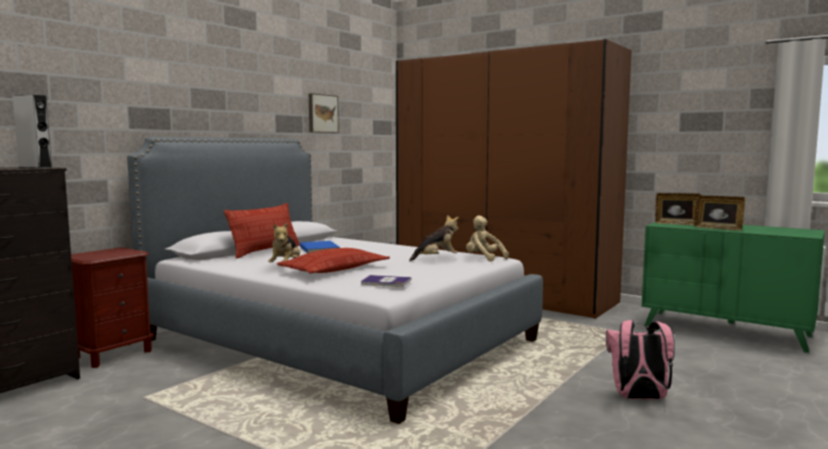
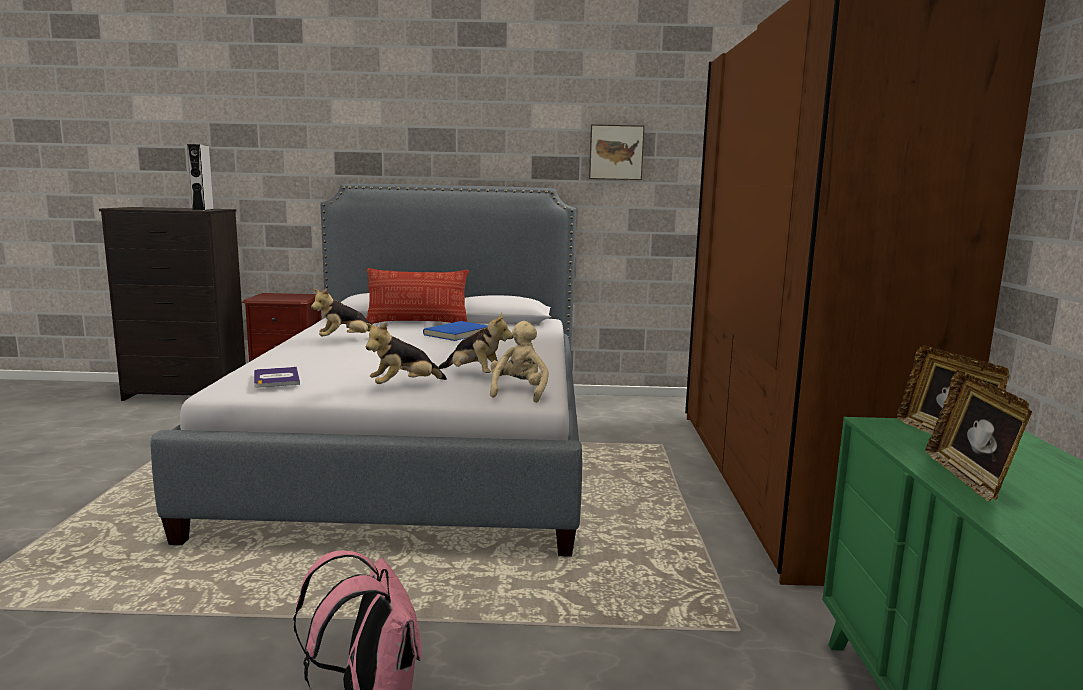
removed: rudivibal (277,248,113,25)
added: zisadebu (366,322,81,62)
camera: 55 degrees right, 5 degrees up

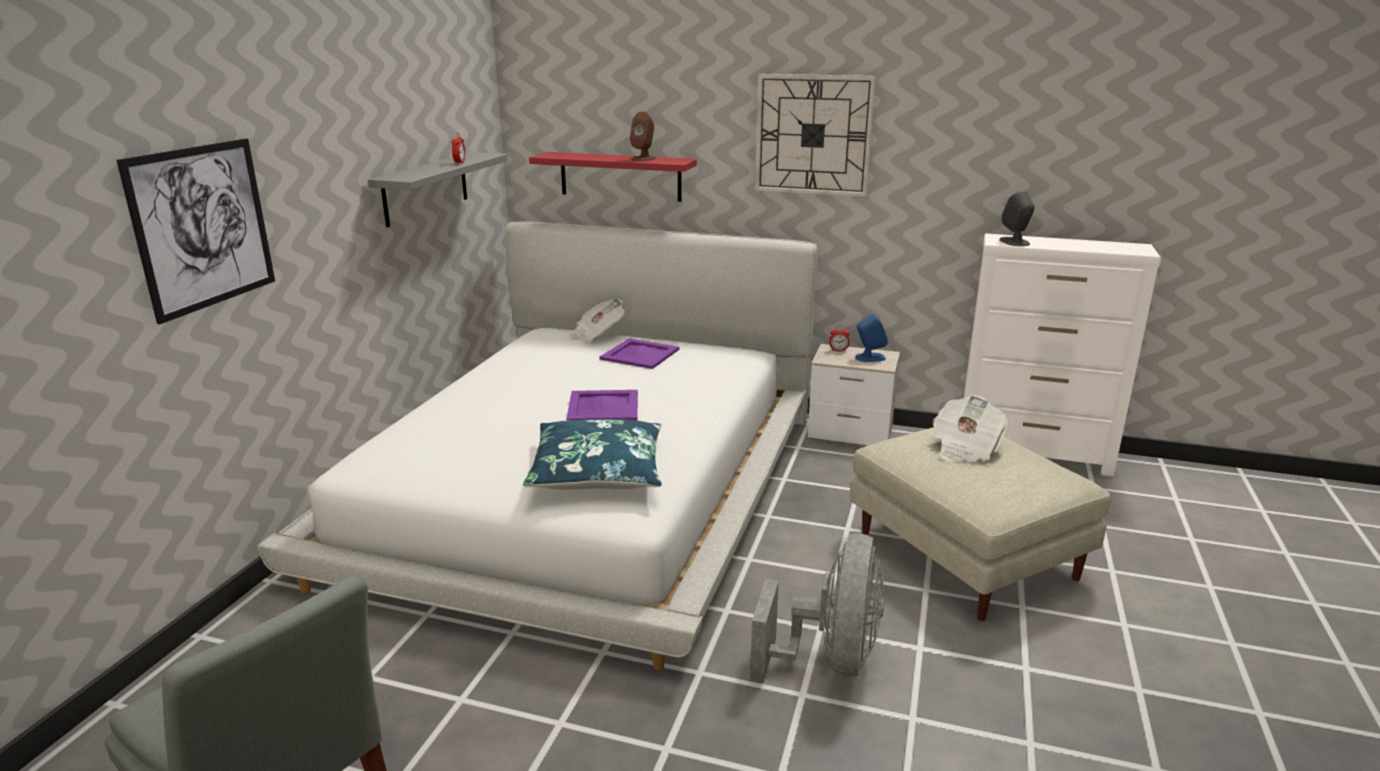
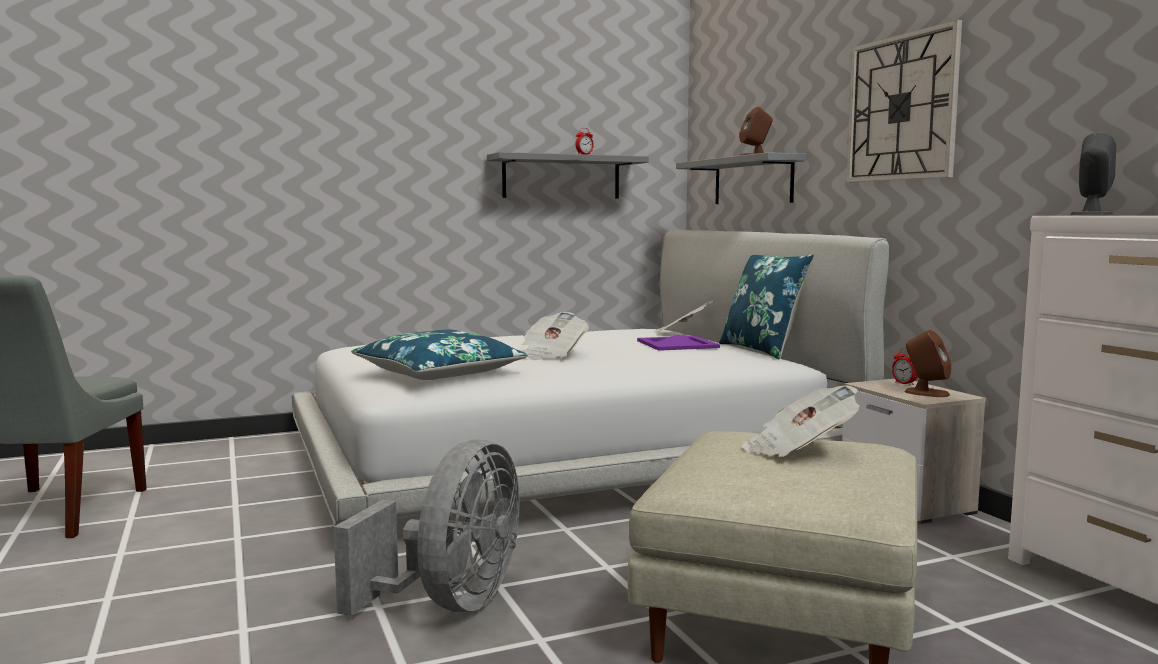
removed: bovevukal (116,138,159,186)
added: blue rudivibal (719,254,95,105)
replaced: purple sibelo (566,390,72,31) to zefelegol (522,312,67,48)
recoloured: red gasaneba (529,152,168,50) to grey gasaneba (676,152,130,52); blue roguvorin (855,314,33,48) to brown roguvorin (905,330,46,67)
turned: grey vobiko (750,533,135,150) = (334,440,186,176) 45 degrees counterclockwise
camera: 50 degrees right, 15 degrees down

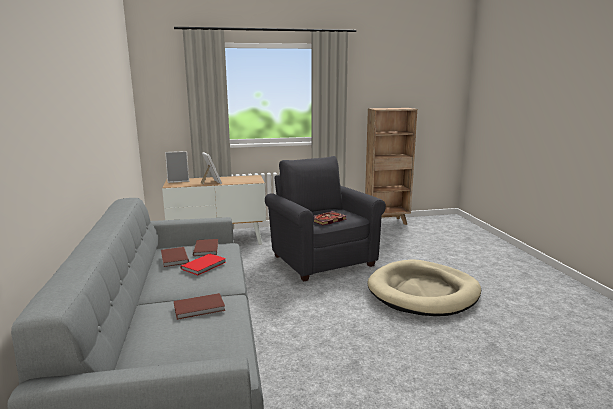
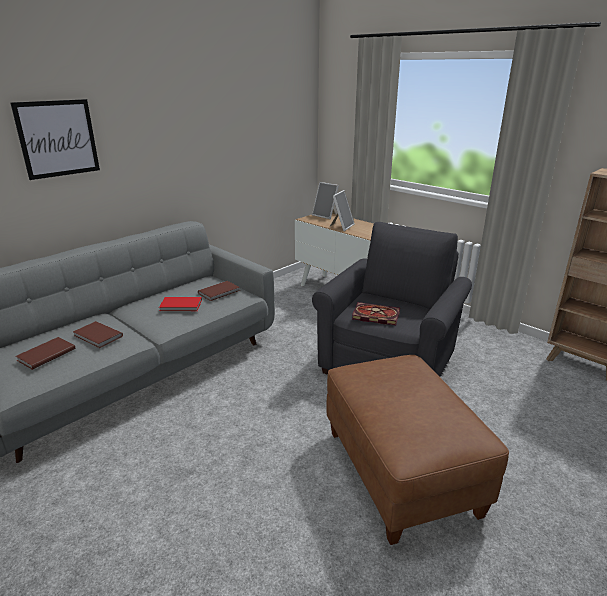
added: bovevukal (11,99,89,81)
moved: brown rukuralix (161,247,28,20) to (16,337,60,33)
replaced: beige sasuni (367,259,114,57) to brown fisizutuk (327,355,182,190)
camera: 55 degrees right, 10 degrees up

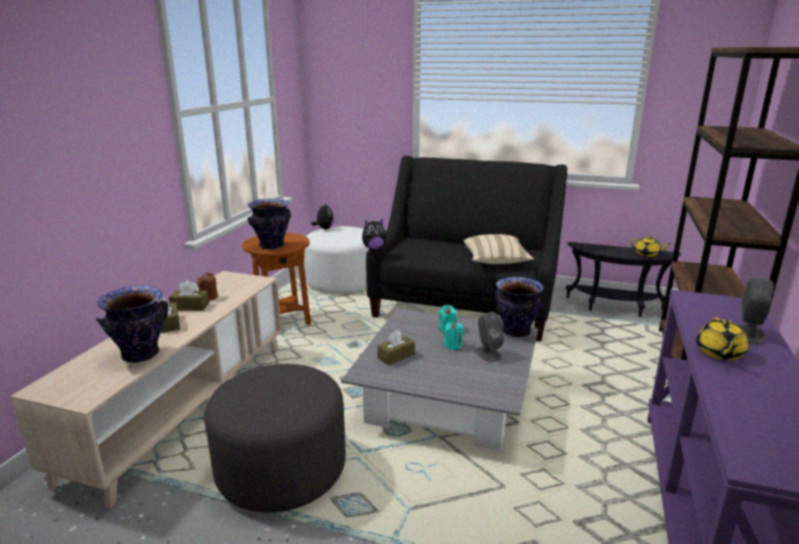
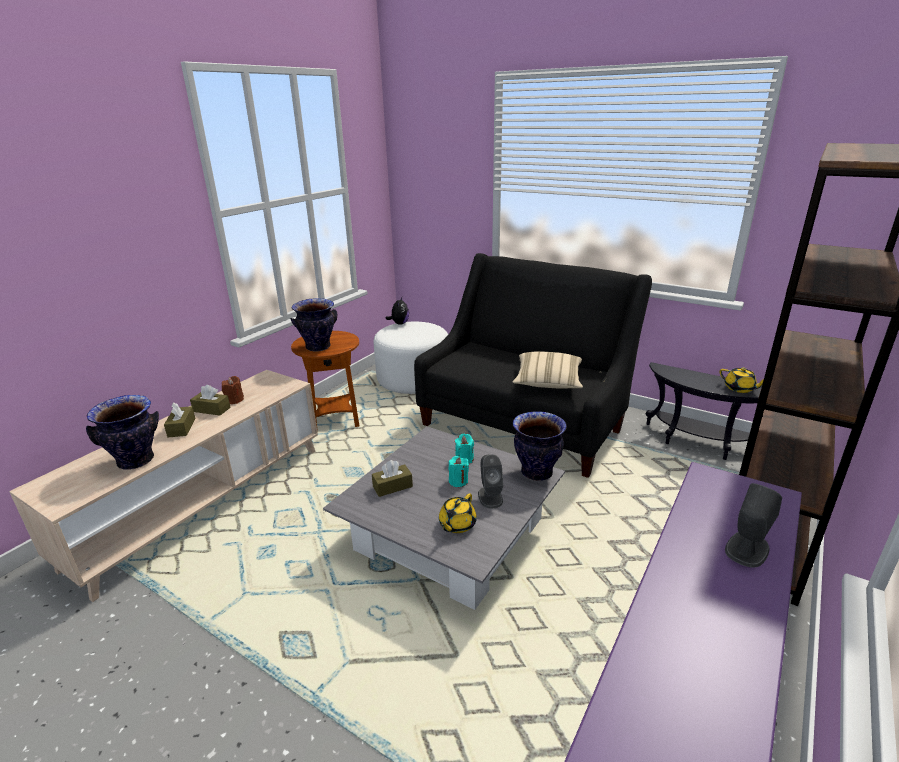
removed: grey fisizutuk (205,364,141,149); zisadebu (362,219,24,31)
moved: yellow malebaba (696,318,52,43) to (439,493,38,40)
camera: 15 degrees right, 5 degrees up

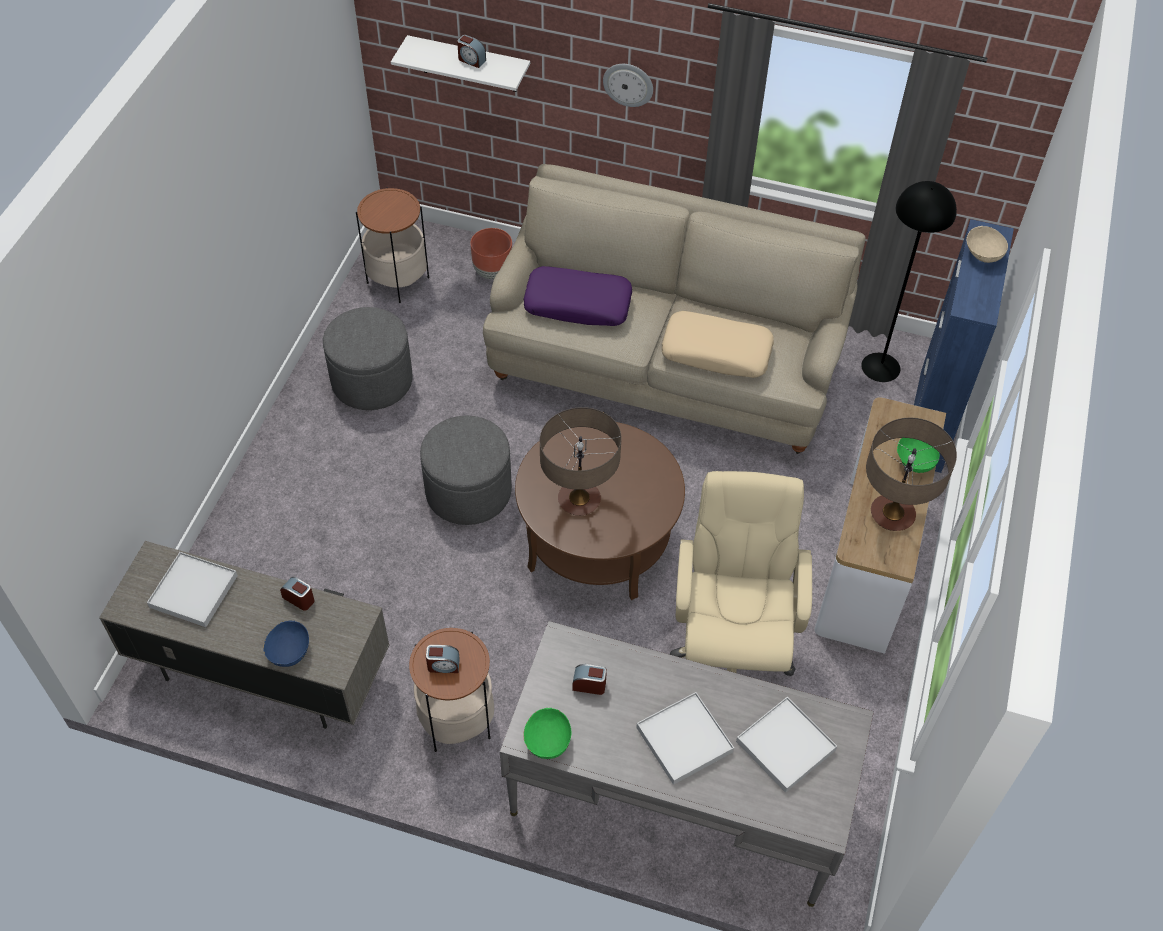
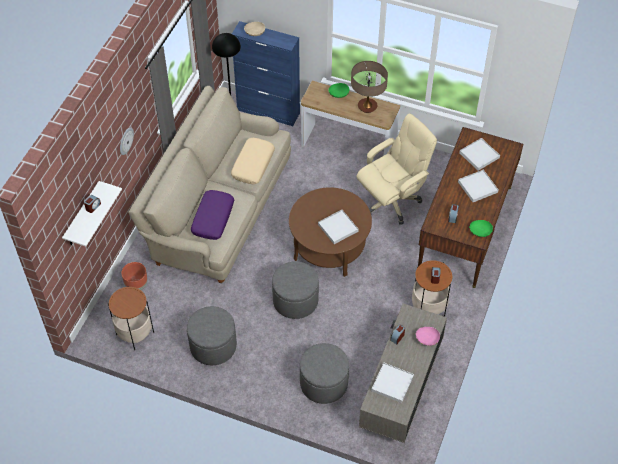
added: grey fisizutuk (300,343,49,61)
replaced: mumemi (540,407,81,109) to white sibelo (318,210,40,34)
recoloured: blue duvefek (263,620,46,47) to pink duvefek (416,327,24,19); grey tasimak (500,621,374,286) to brown tasimak (418,127,105,161)
turned: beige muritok (670,471,142,205) = (356,113,81,112) 135 degrees clockwise
camera: 85 degrees left, 0 degrees up

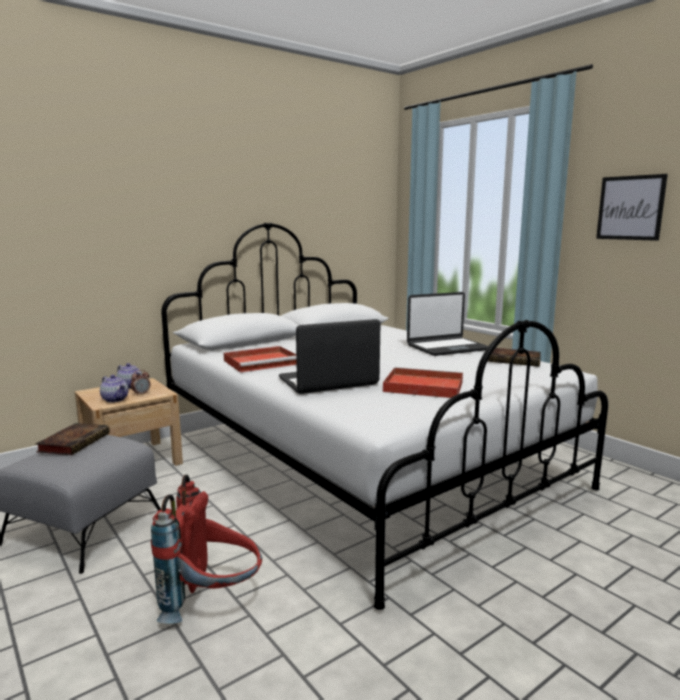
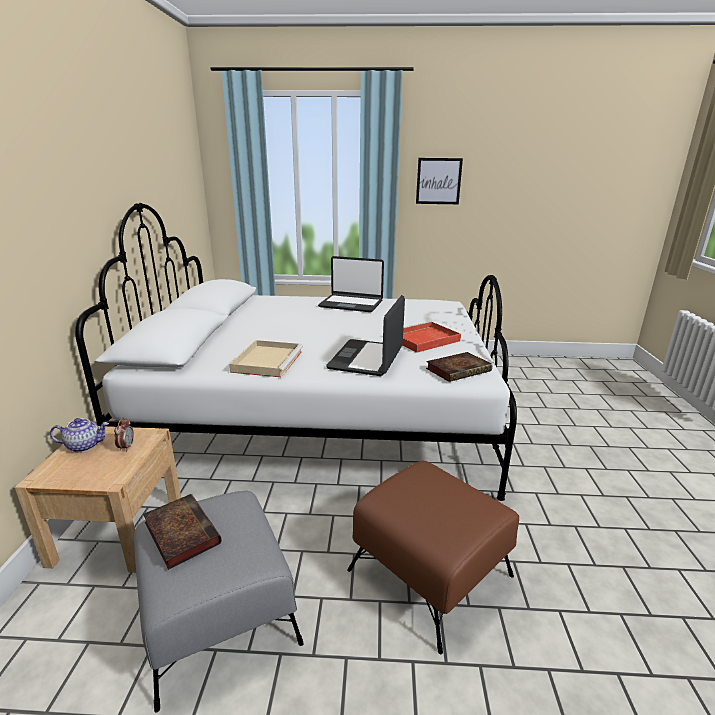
removed: malebaba (100,375,28,27)
moved: rukuralix (488,348,53,19) to (426,352,66,30)
replaced: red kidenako (151,474,111,150) to brown fisizutuk (347,461,172,193)
recoloured: red sibelo (224,346,73,26) to beige sibelo (229,340,74,37)
turned: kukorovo (407,292,81,64) = (318,256,66,56) 90 degrees clockwise
camera: 50 degrees left, 10 degrees up

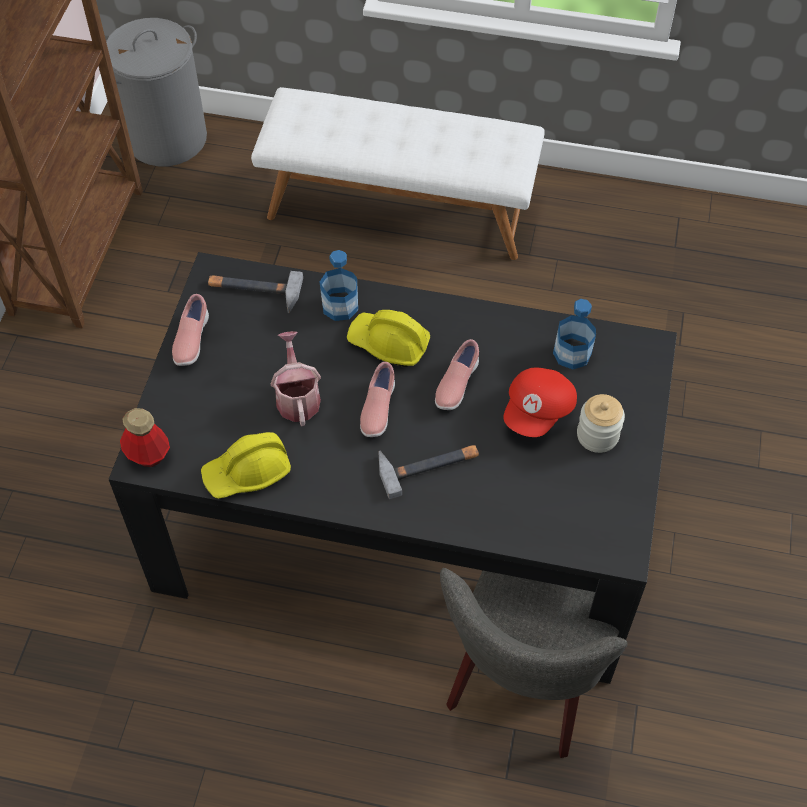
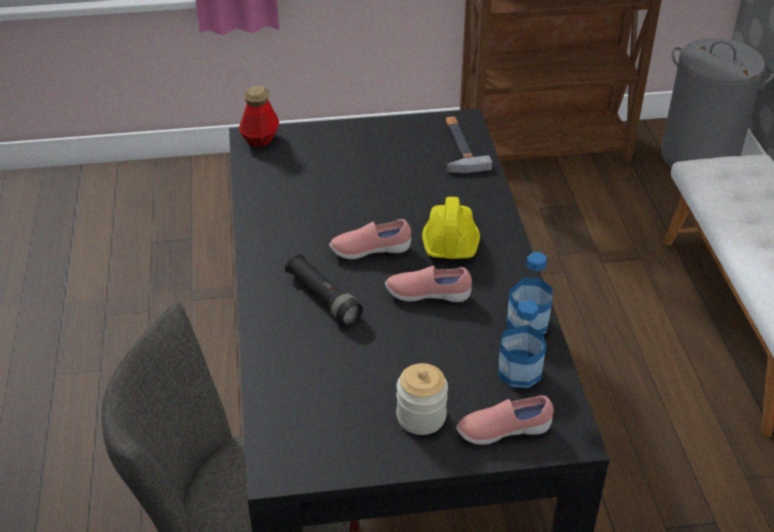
removed: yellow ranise (201,432,90,67); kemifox (271,331,50,95); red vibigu (503,367,74,70)
moved: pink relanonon (172,294,37,72) to (456,395,98,50); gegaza (320,250,38,71) to (506,252,46,82)
replaced: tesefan (379,445,100,54) to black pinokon (285,254,78,72)
camera: 70 degrees right, 15 degrees down

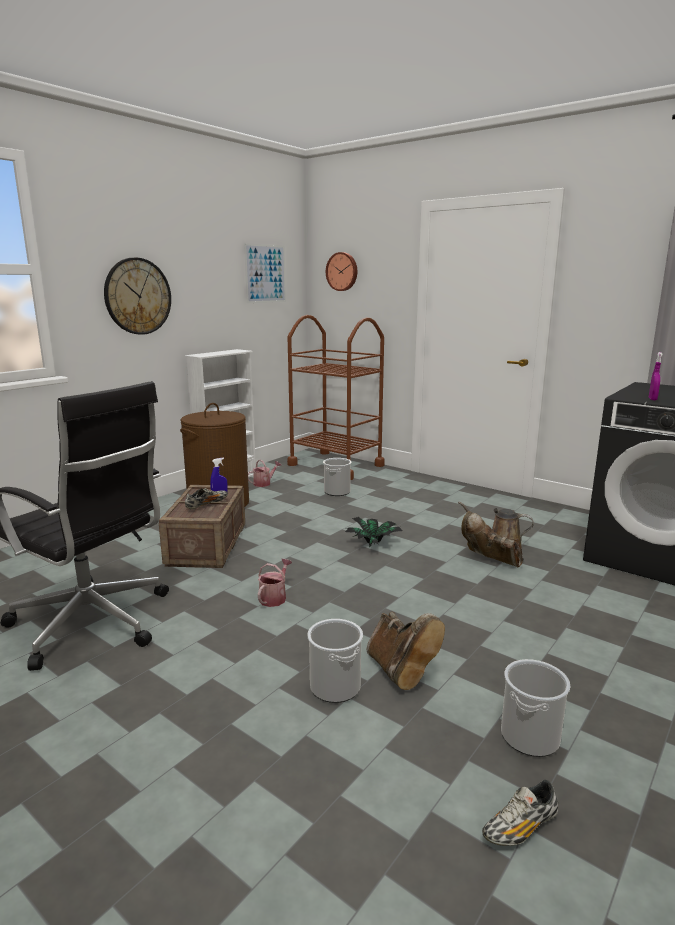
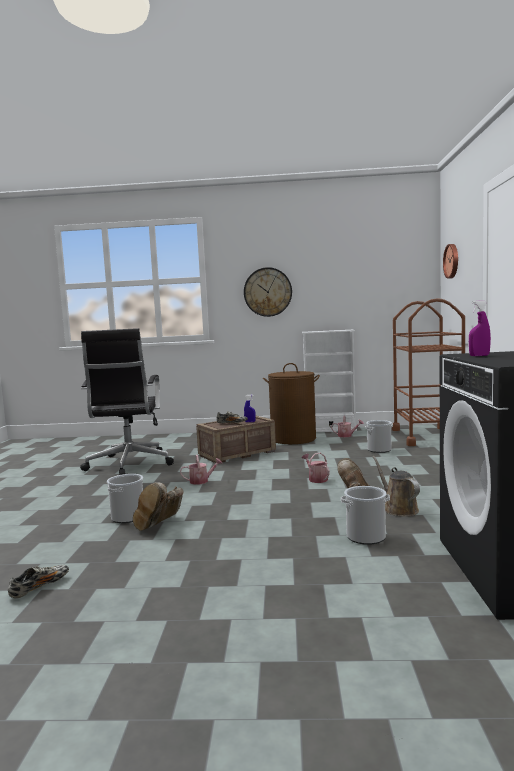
removed: bovevukal (244,243,42,60)
moved: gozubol (501,659,69,98) to (341,486,49,59)
replaced: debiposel (345,517,58,30) to kemifox (302,453,28,30)
turned: relanonon (482,780,76,66) = (8,565,61,33) 105 degrees clockwise
camera: 55 degrees right, 10 degrees down

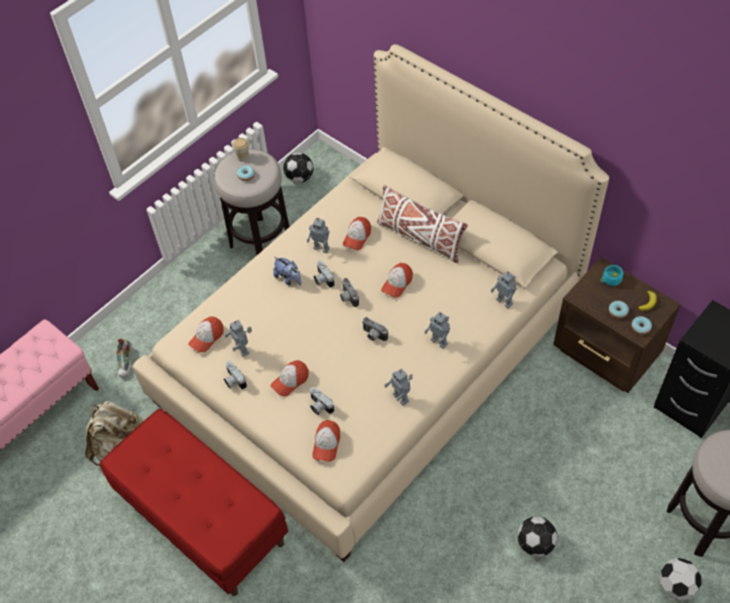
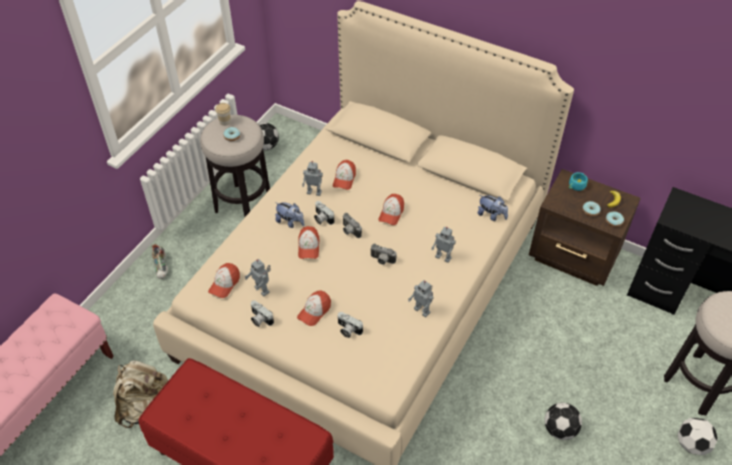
removed: white rudivibal (377,185,91,78)
moved: relanonon (116,338,16,40) to (152,244,16,35); vibigu (312,420,28,42) to (298,226,22,33)
replaced: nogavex (491,271,26,37) to zisadebu (477,195,31,26)
camera: 15 degrees left, 5 degrees down

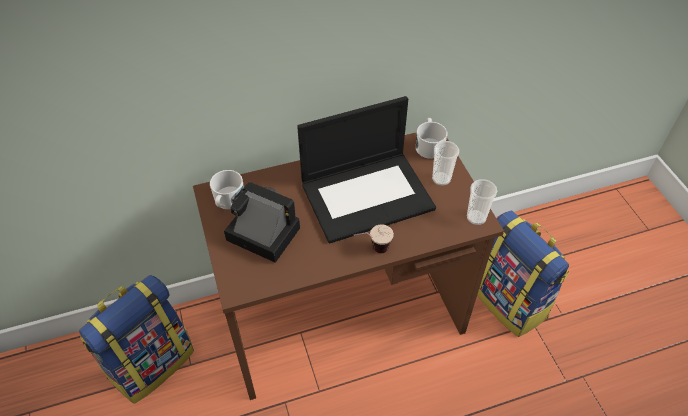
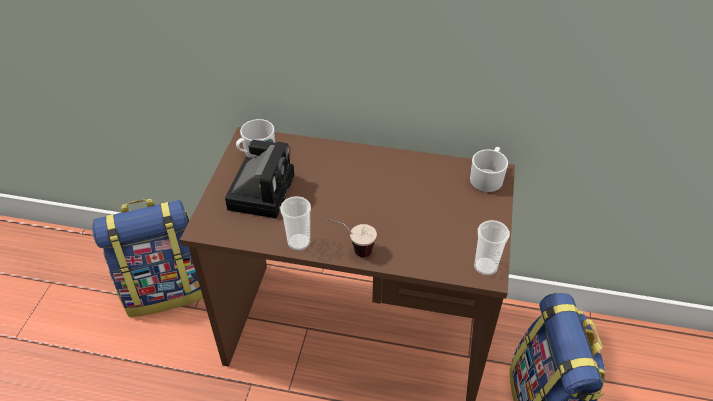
removed: kukorovo (297,96,139,148)
moved: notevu (432,141,27,45) to (280,196,31,55)
turned: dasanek (224,182,76,81) = (225,140,69,79) 45 degrees clockwise
camera: 30 degrees right, 5 degrees down

